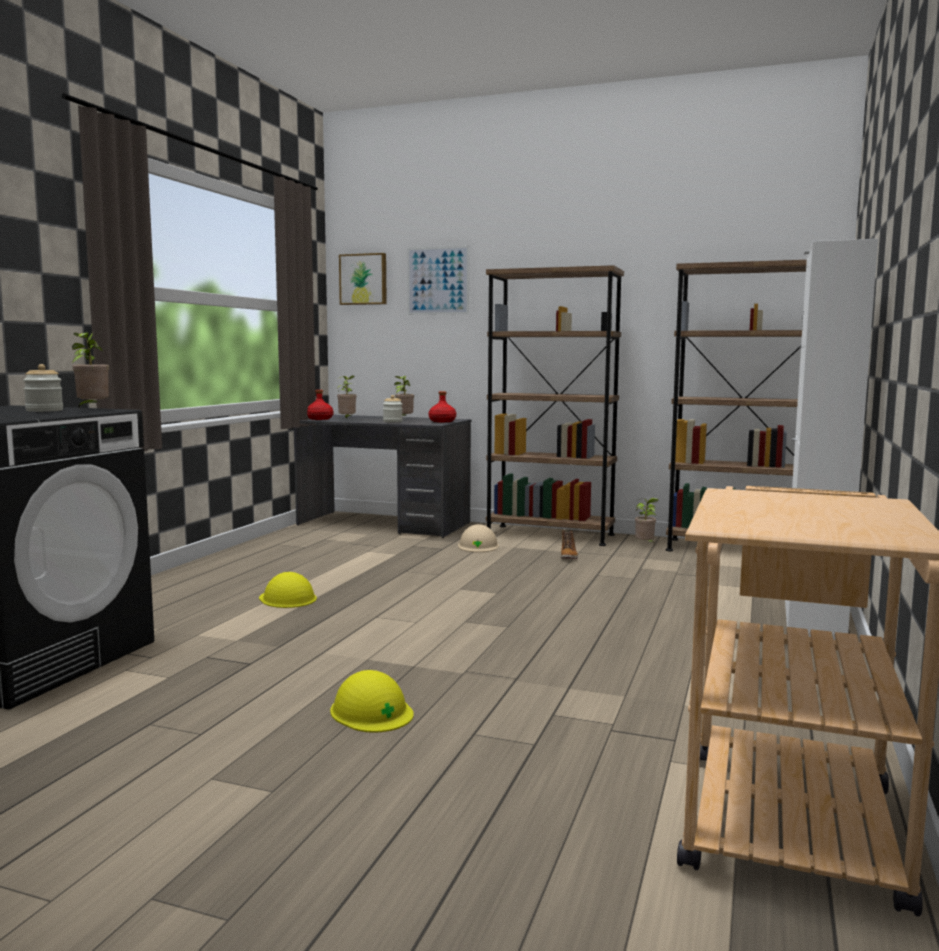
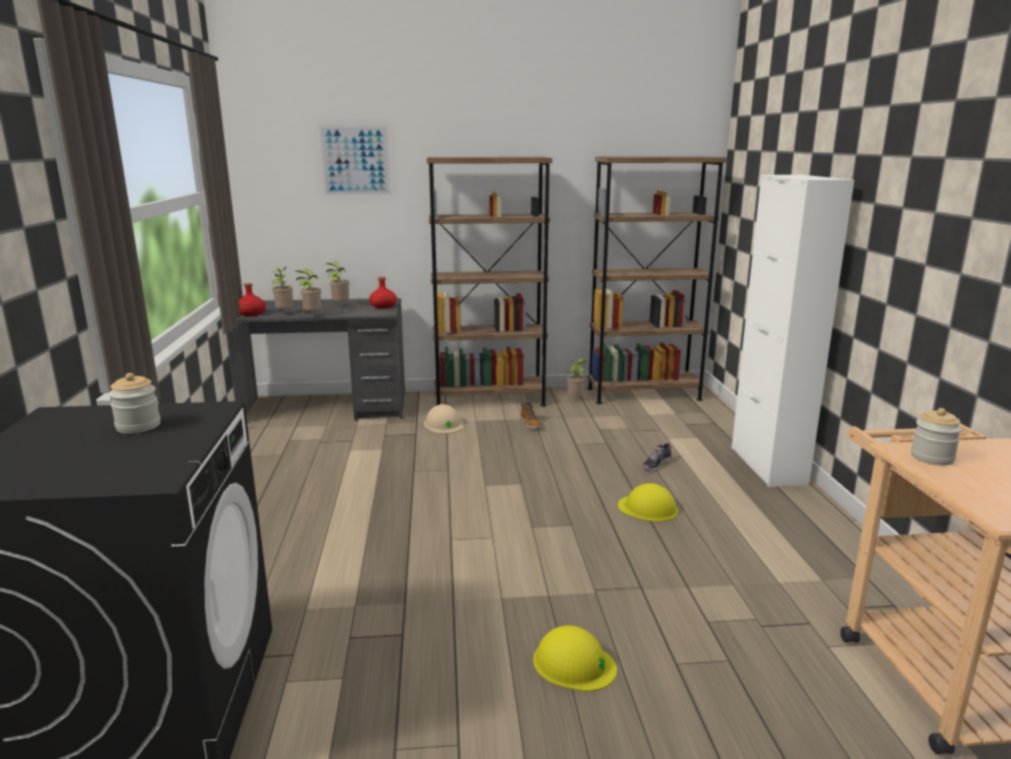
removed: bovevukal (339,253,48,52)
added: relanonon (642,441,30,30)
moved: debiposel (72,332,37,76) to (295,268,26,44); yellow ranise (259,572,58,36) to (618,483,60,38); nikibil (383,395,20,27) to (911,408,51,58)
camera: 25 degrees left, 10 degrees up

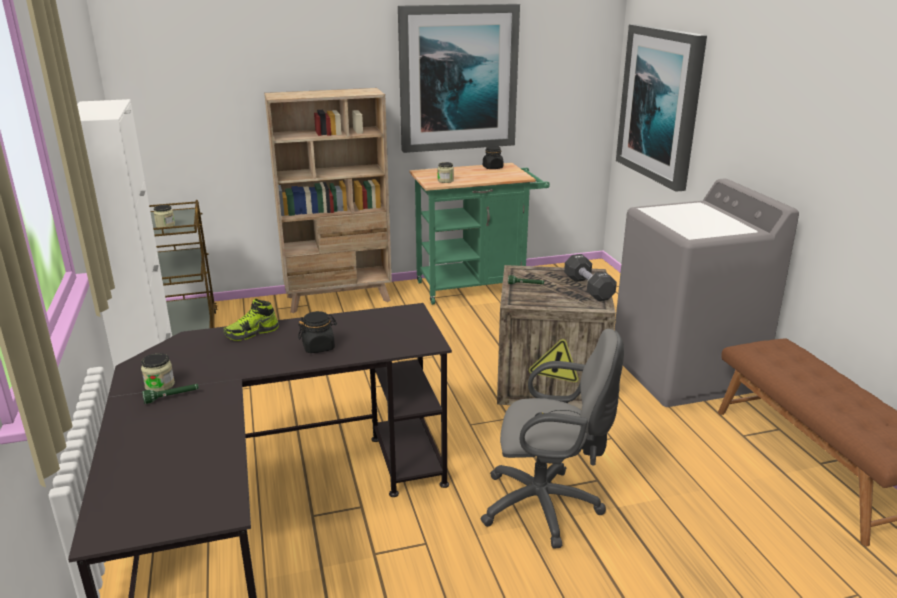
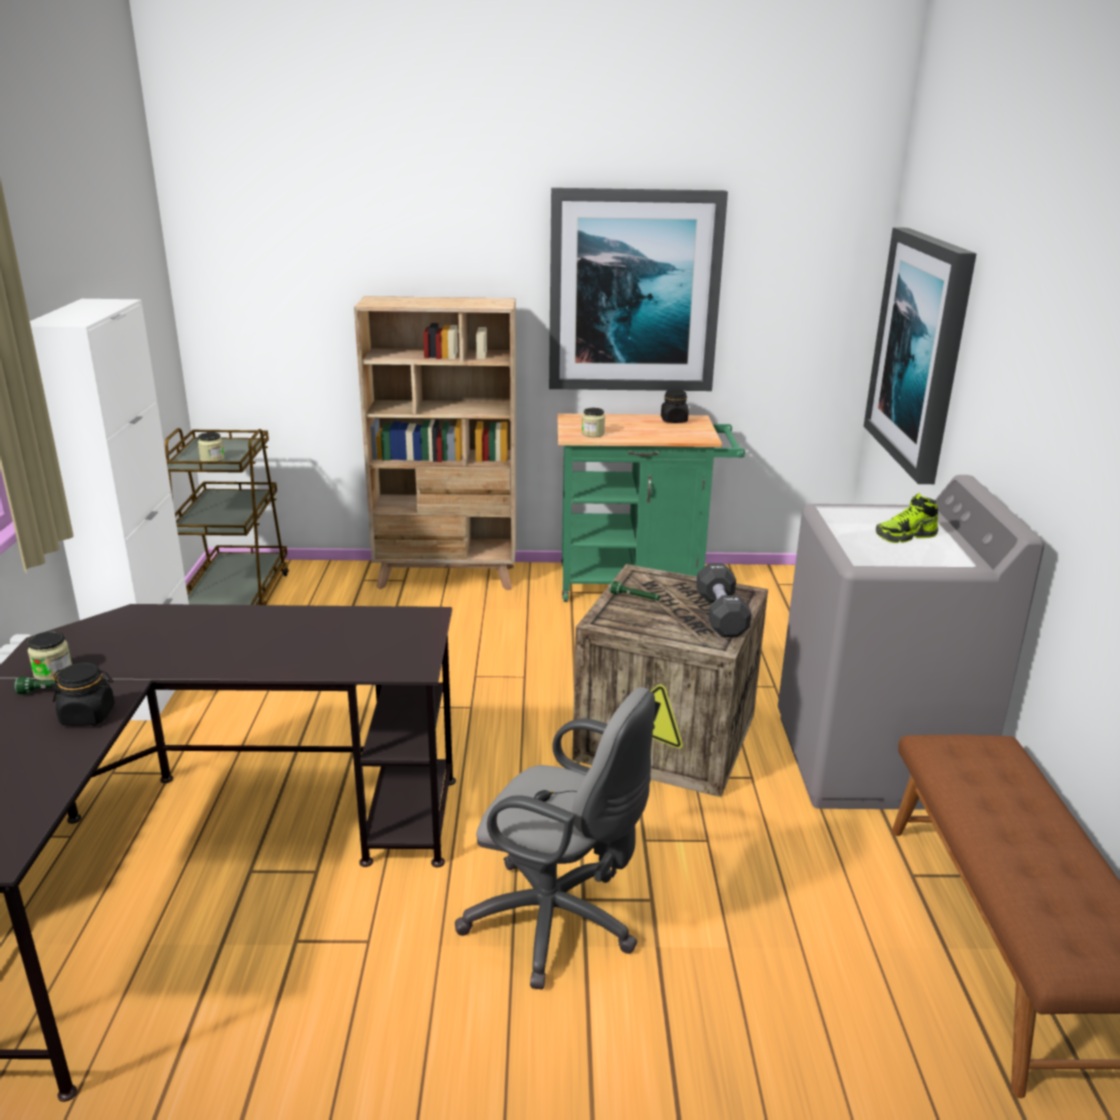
moved: relanonon (223,298,56,43) to (876,493,62,50); black nikibil (298,311,39,42) to (51,662,64,64)
camera: 15 degrees right, 0 degrees up

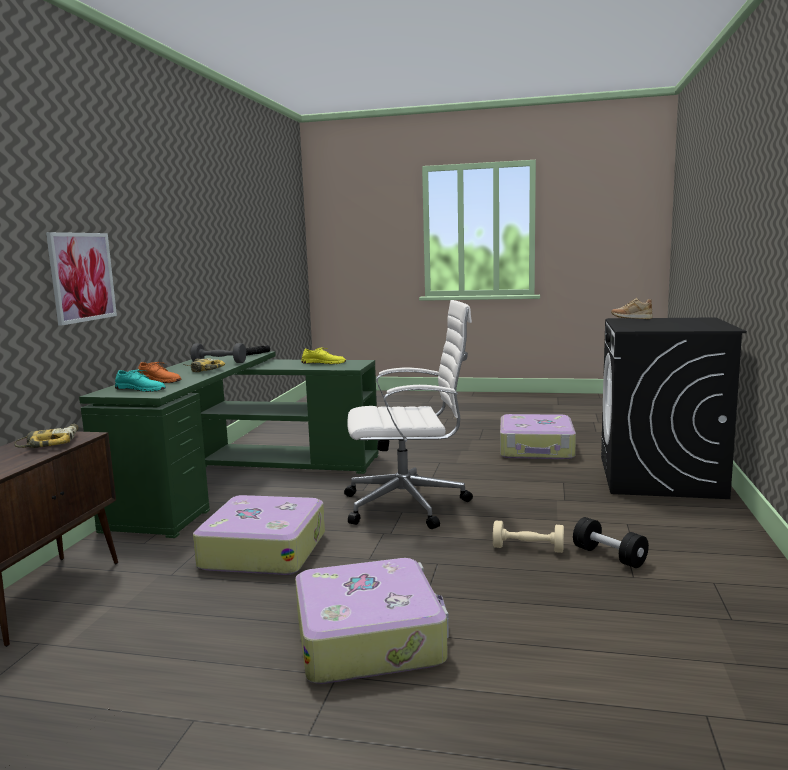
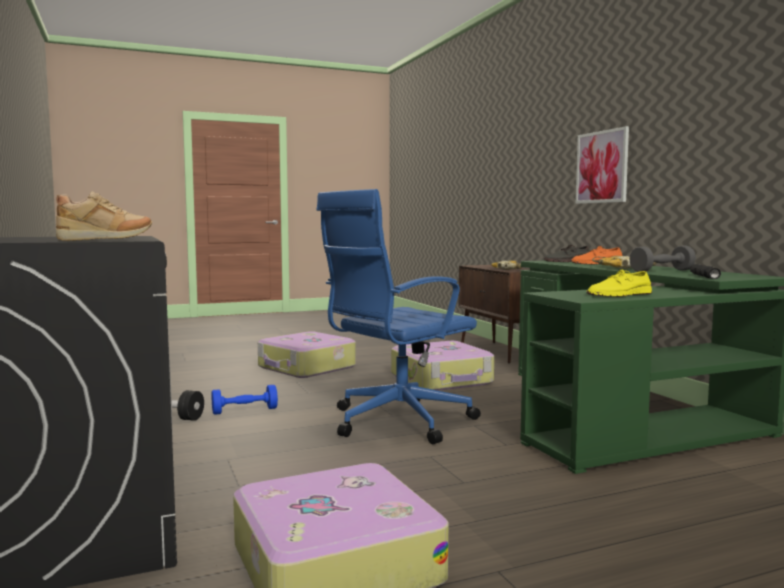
recoloured: turquoise relanonon (115,369,51,23) to grey relanonon (544,245,46,17); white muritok (344,300,129,229) to blue muritok (317,189,164,255); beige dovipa (493,521,71,32) to blue dovipa (212,385,66,30)
camera: 145 degrees right, 5 degrees down

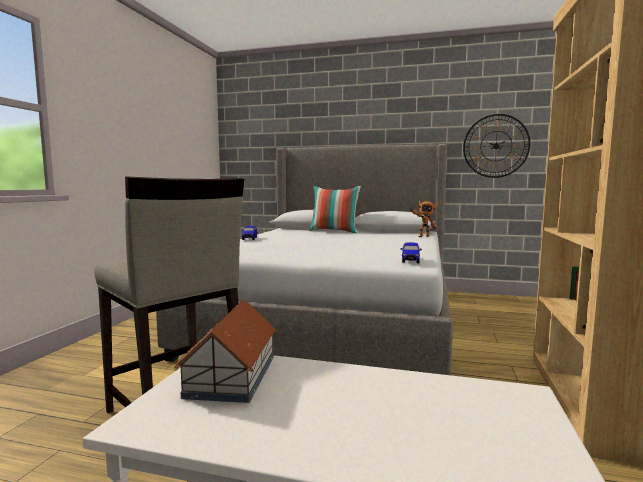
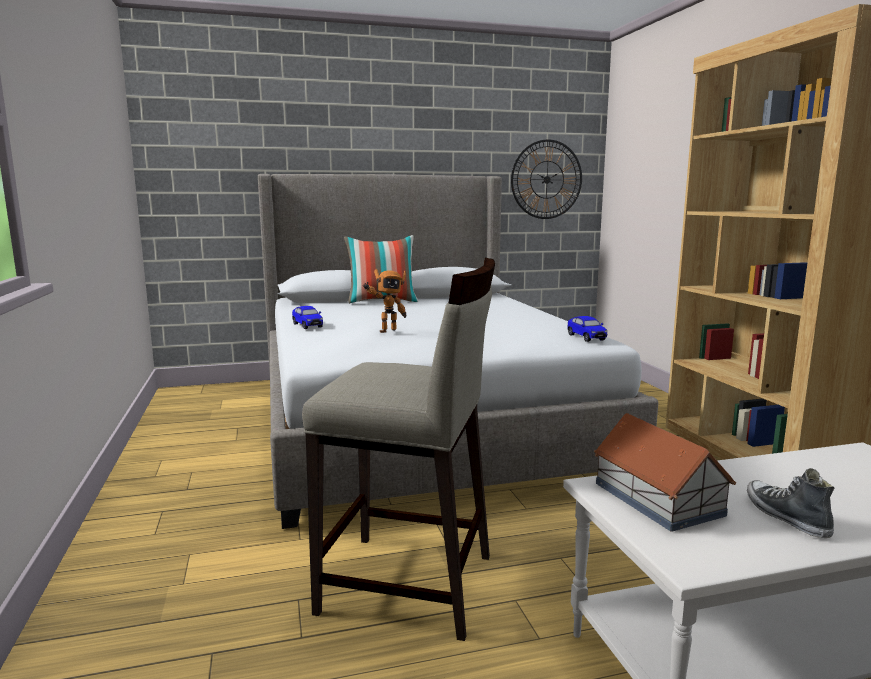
added: relanonon (747,468,87,70)
moved: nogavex (410,201,28,36) to (363,269,43,64)
camera: 30 degrees left, 5 degrees up

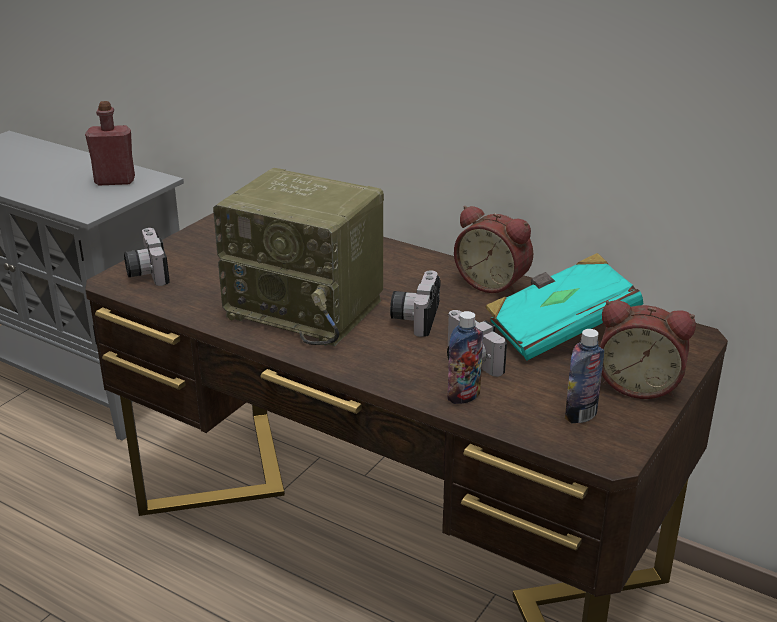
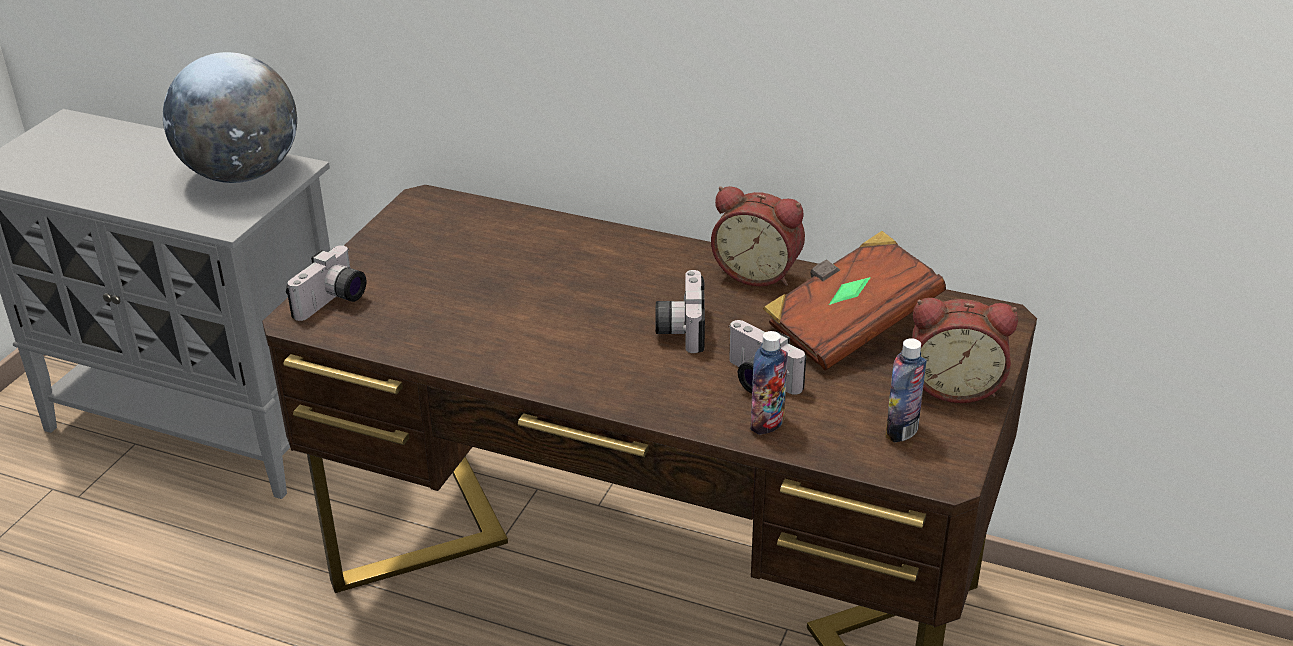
removed: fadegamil (213,168,171,178)
replaced: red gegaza (85,101,50,84) to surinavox (163,52,134,131)
recoloured: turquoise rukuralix (485,253,158,108) to brown rukuralix (763,231,183,140)
turned: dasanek (124,228,46,58) = (286,245,80,76) 120 degrees counterclockwise
camera: 10 degrees left, 5 degrees up

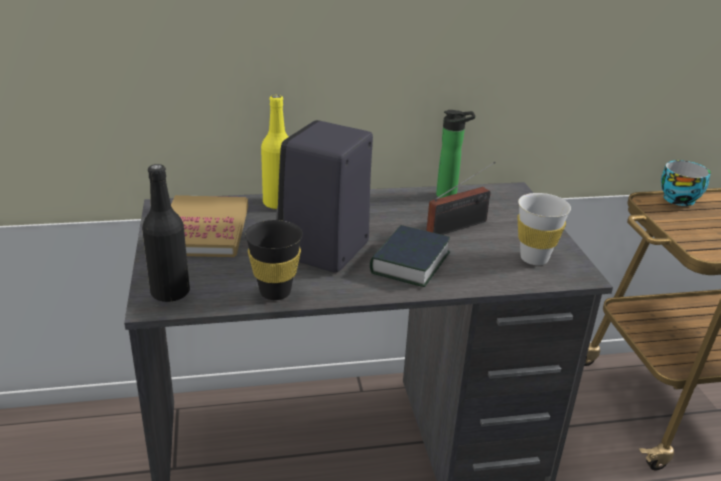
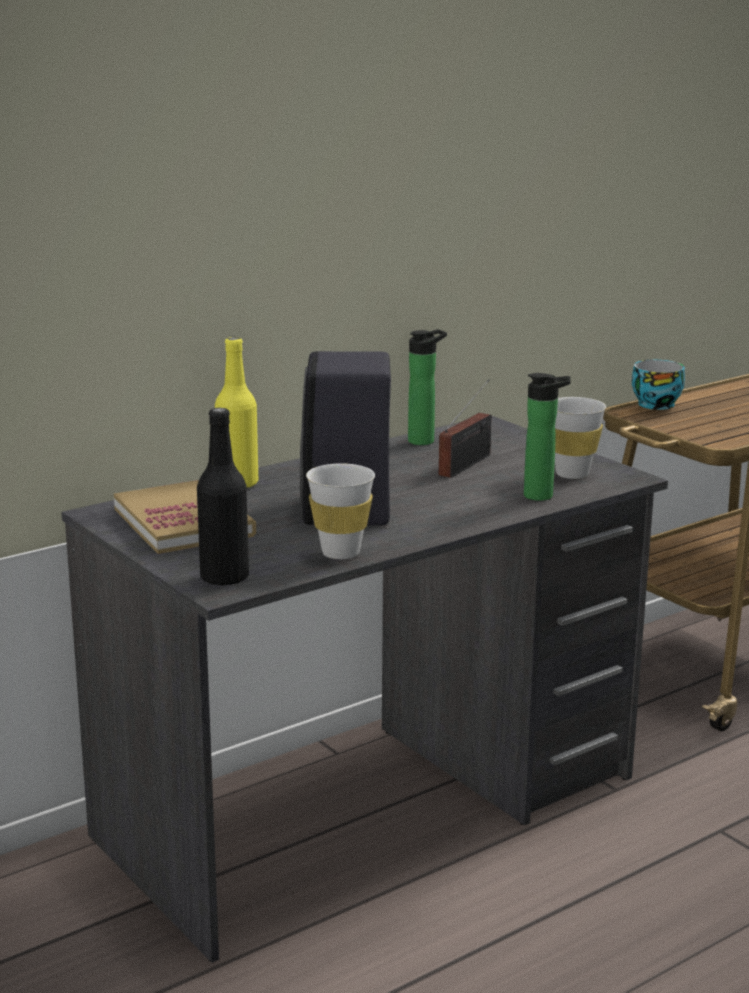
removed: rukuralix (370,225,80,62)
added: gegaza (524,373,47,128)
recoloured: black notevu (245,220,58,80) to white notevu (306,463,69,96)
camera: 25 degrees left, 10 degrees down

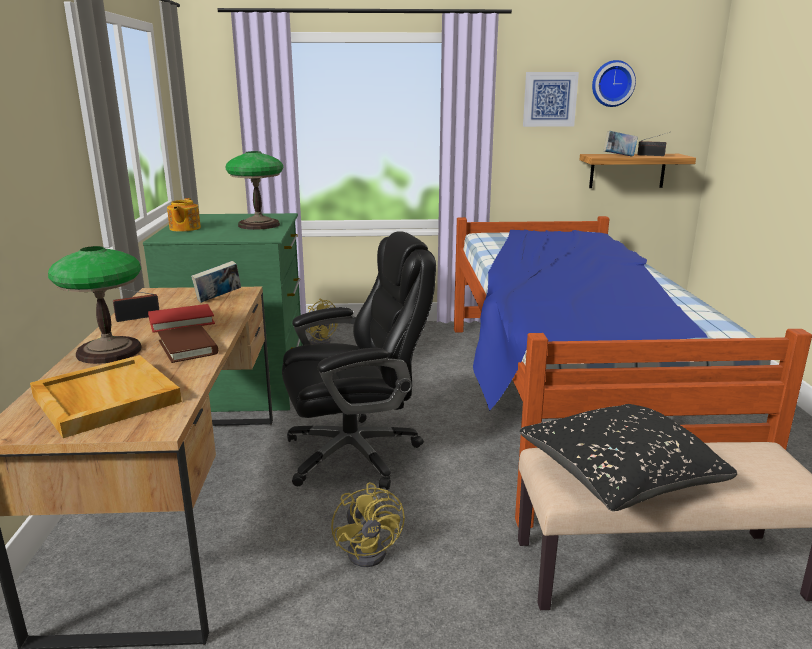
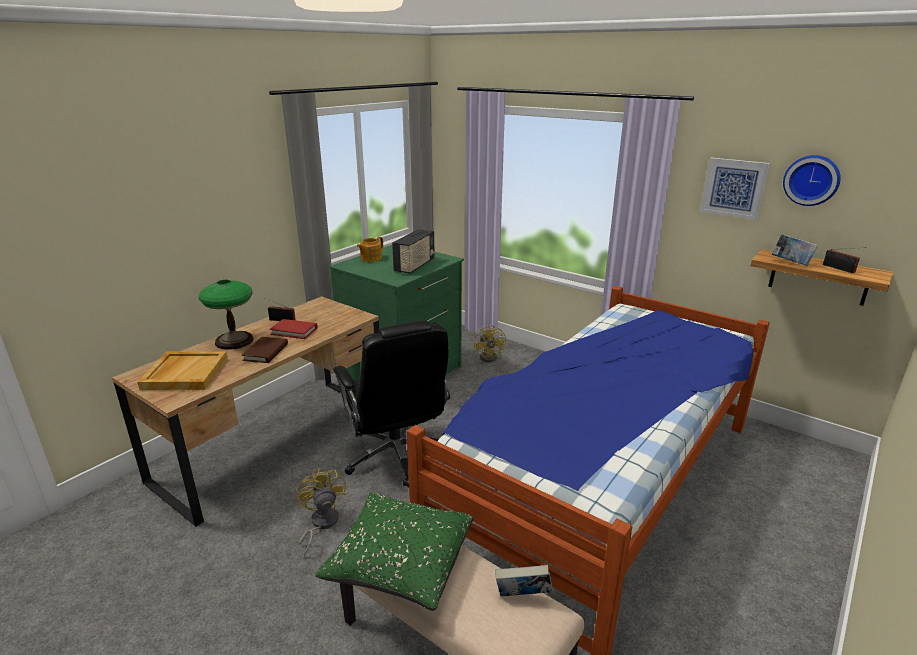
moved: rukuralix (191,261,50,42) to (495,565,58,31)
replaced: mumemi (226,151,57,79) to fadegamil (392,229,43,45)
recoloured: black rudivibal (520,404,217,107) to green rudivibal (315,492,159,119)
turned: black muritok (282,231,154,259) = (333,320,117,167) 45 degrees clockwise; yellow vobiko (331,482,74,85) = (296,468,50,89) 135 degrees clockwise
camera: 40 degrees right, 5 degrees up

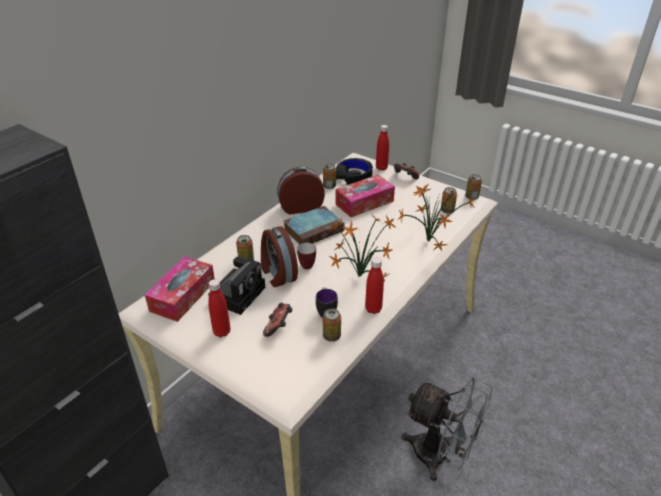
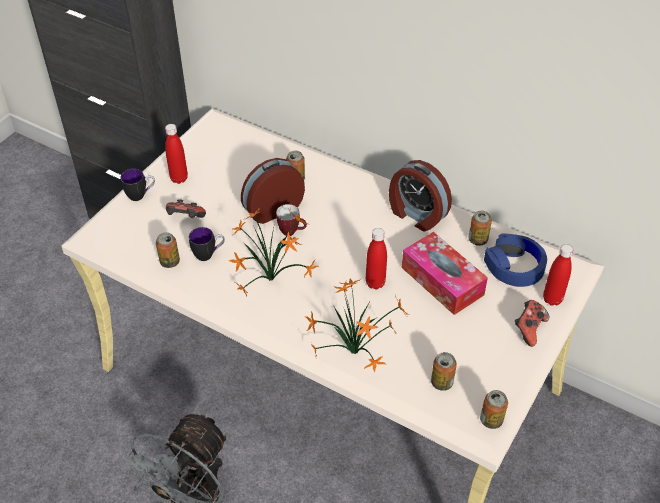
removed: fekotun (145,257,70,65); dasanek (208,257,57,58); rukuralix (284,206,61,39)
added: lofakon (121,169,34,32)
moved: red gegaza (365,257,19,57) to (366,228,21,61)
recoloured: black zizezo (336,158,37,27) to blue zizezo (484,233,63,54)
turned: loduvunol (277,167,48,48) = (389,160,63,71) 150 degrees clockwise
camera: 85 degrees right, 10 degrees up

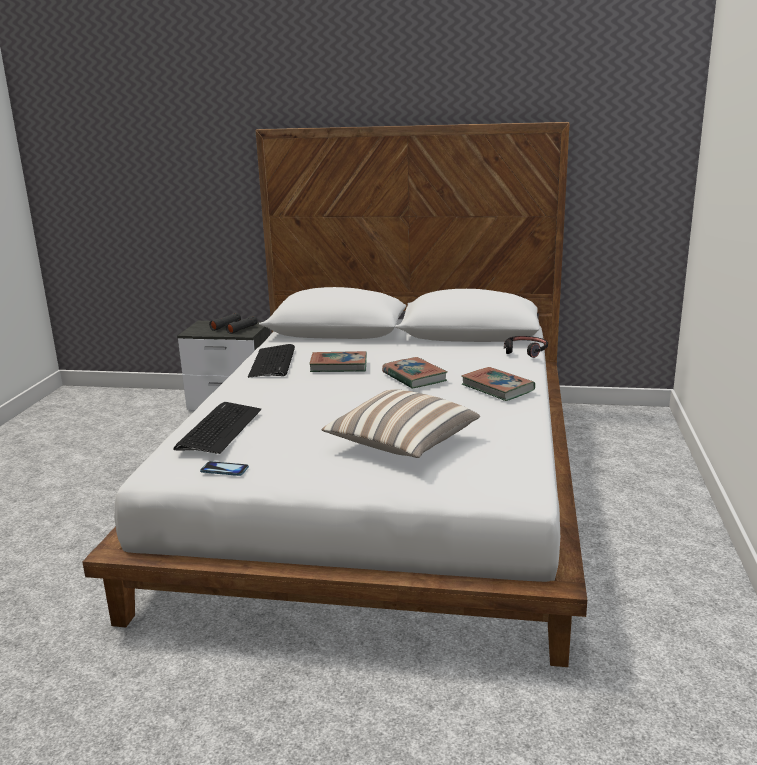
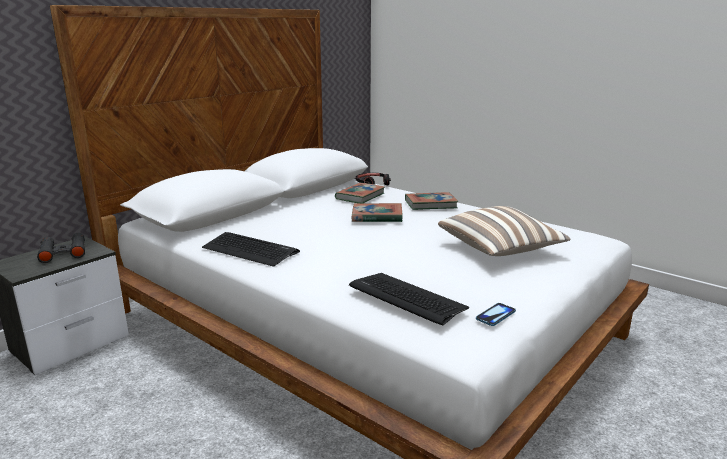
moved: rukuralix (309,351,58,21) to (335,183,50,20)
camera: 60 degrees left, 0 degrees up

